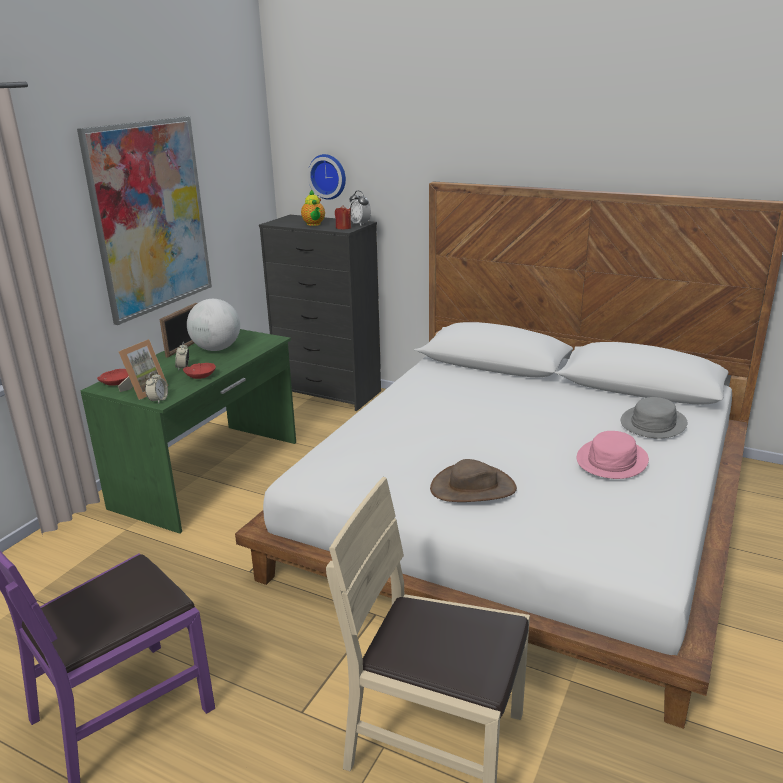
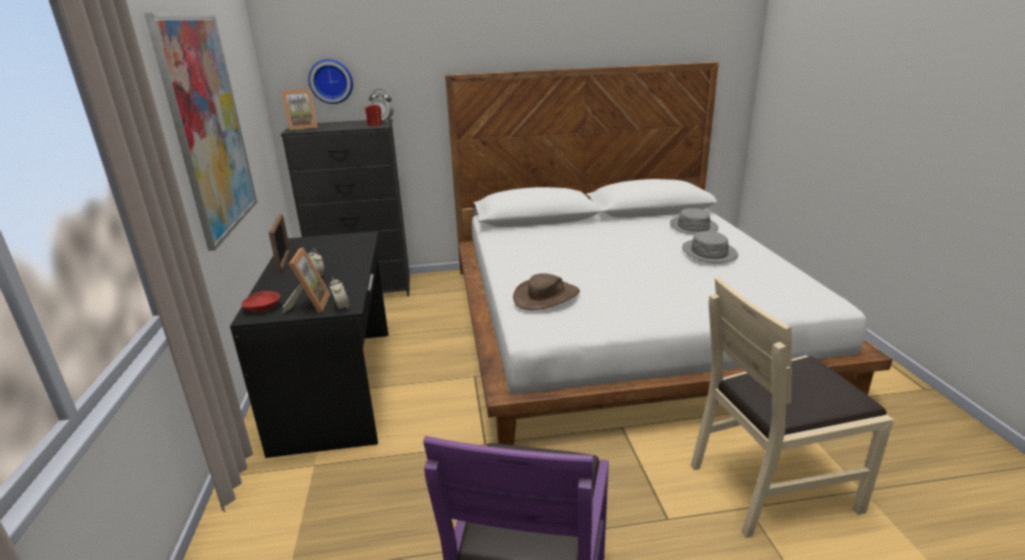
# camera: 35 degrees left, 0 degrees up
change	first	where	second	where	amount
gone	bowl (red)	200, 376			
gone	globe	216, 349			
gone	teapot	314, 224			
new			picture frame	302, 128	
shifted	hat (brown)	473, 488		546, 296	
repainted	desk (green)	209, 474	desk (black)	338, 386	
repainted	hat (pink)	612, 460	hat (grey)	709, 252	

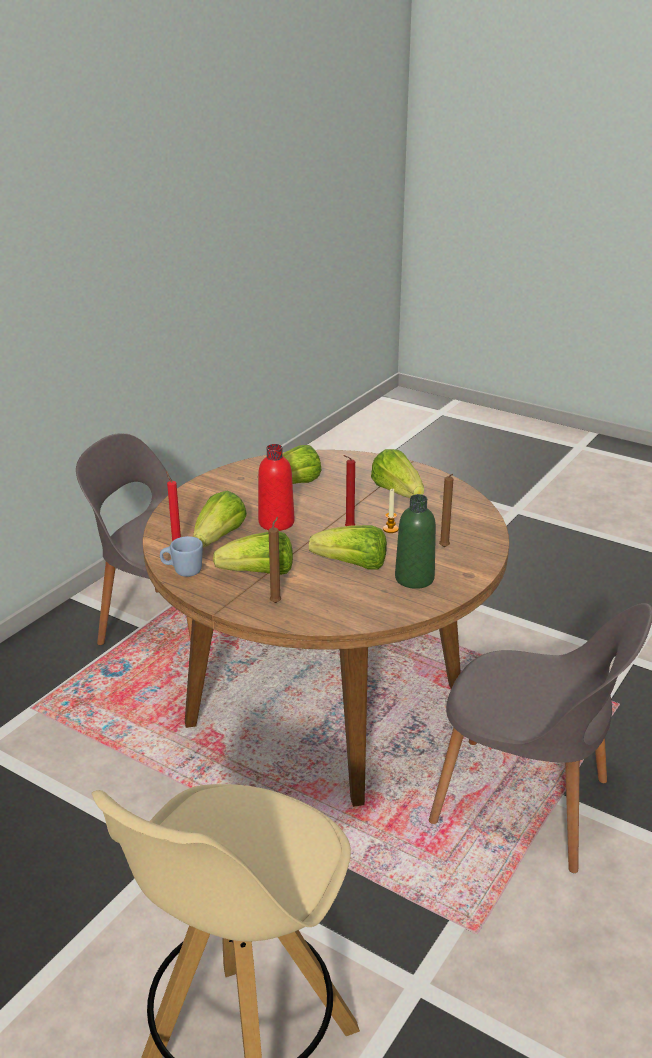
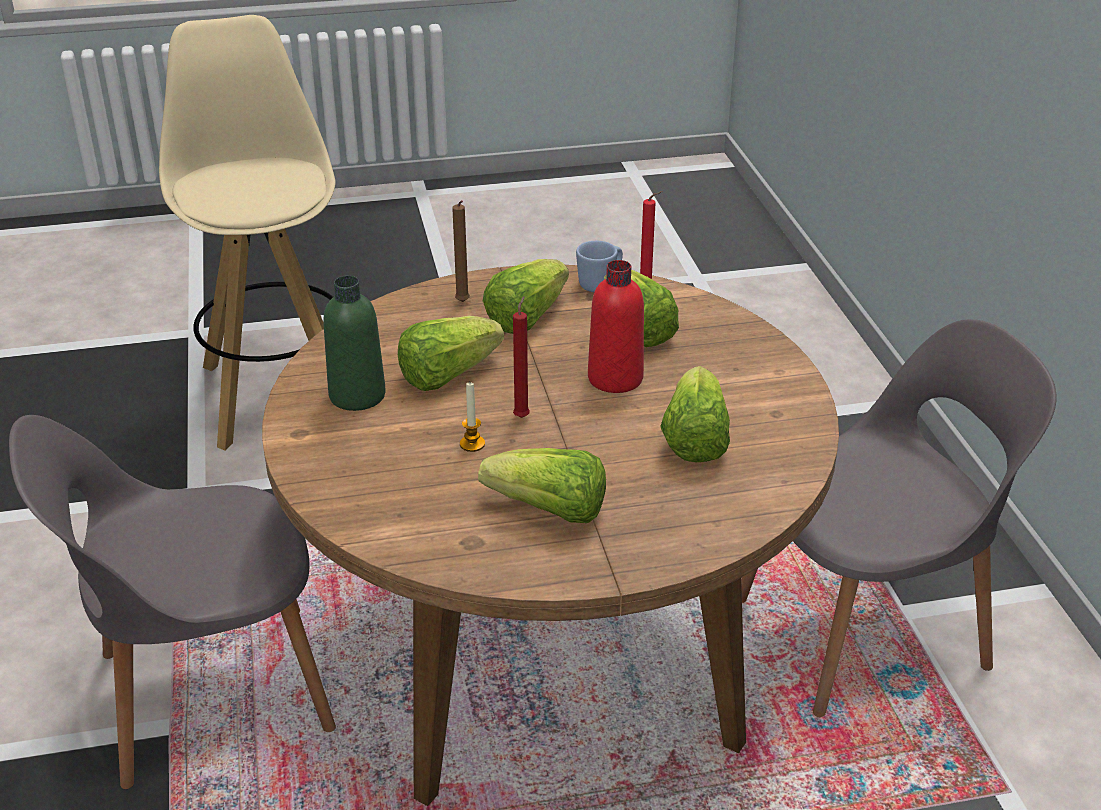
# camera: 135 degrees right, 5 degrees up
change	first	where	second	where	amount
gone	candle (brown)	444, 548			

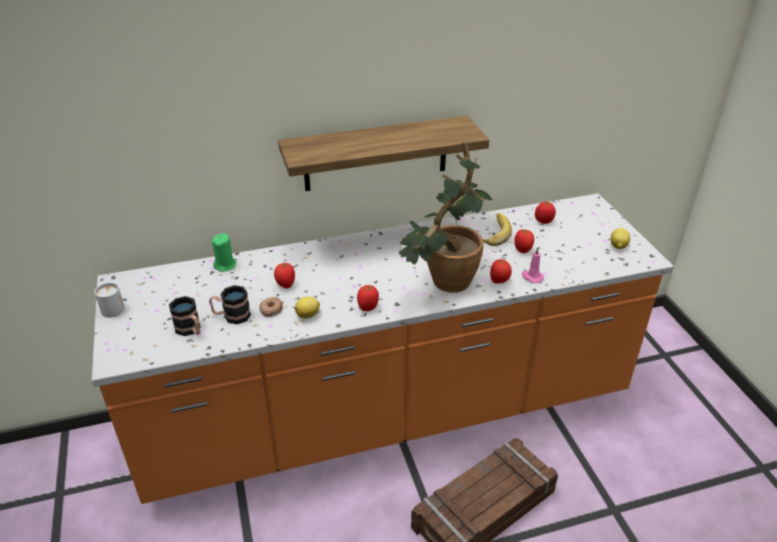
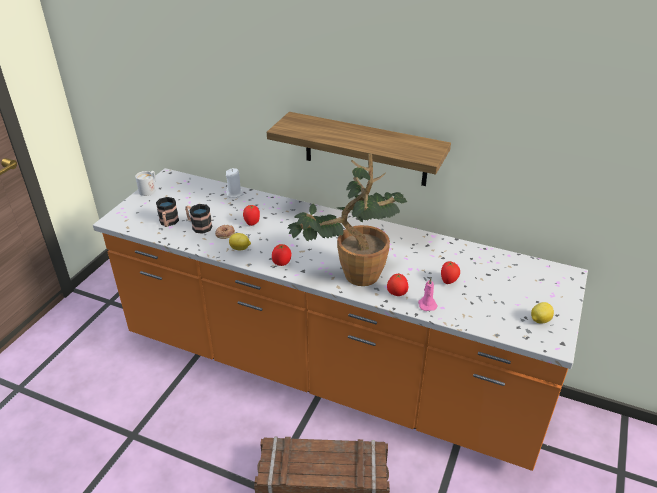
# camera: 40 degrees right, 0 degrees up
change	first	where	second	where	amount
gone	banana	493, 232			
gone	tomato	543, 221			
repainted	candle (green)	225, 265	candle (white)	235, 193	

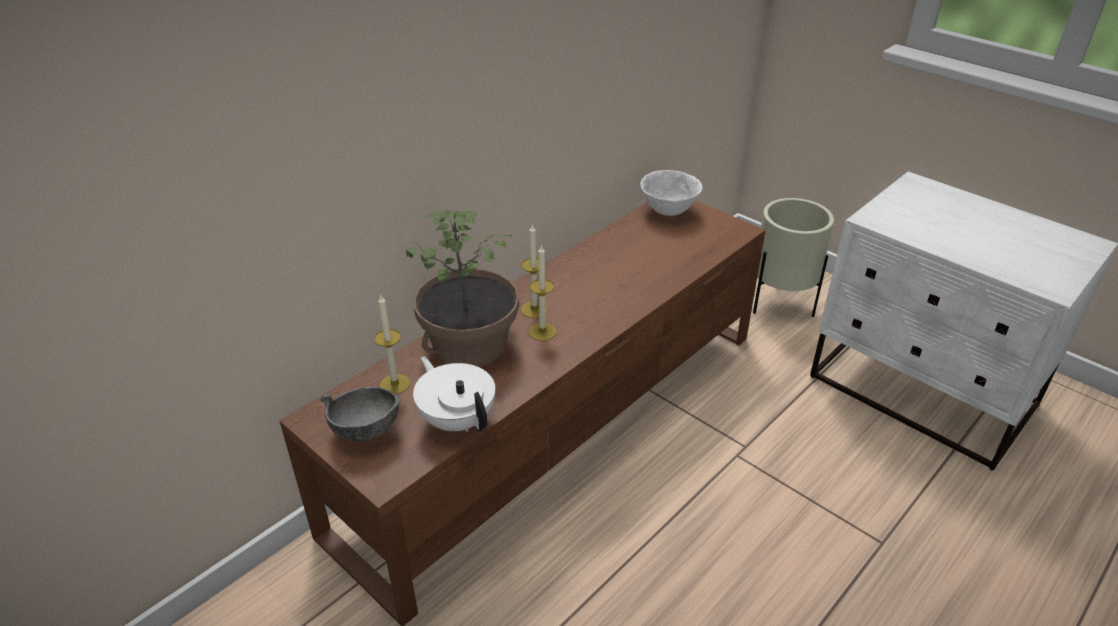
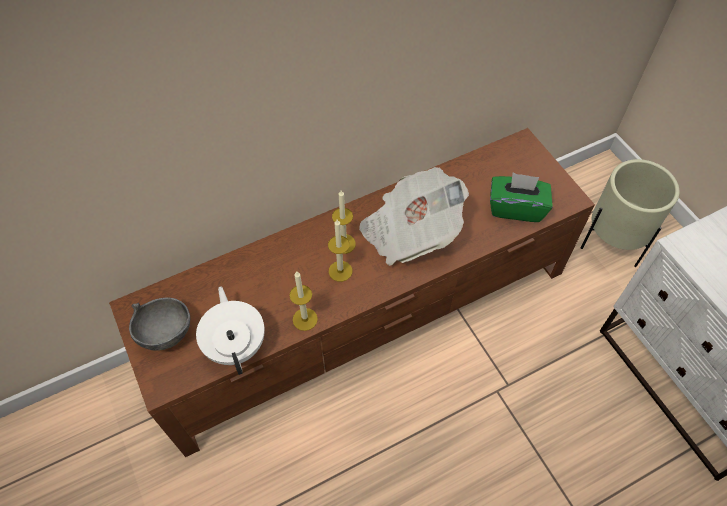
# camera: 20 degrees right, 20 degrees up
change	first	where	second	where	amount
gone	potted plant	470, 345			
gone	bowl (white)	668, 211			
new			newspaper	410, 231	
new			tissue box (green)	516, 208	
shifted	candle	395, 384		305, 319	

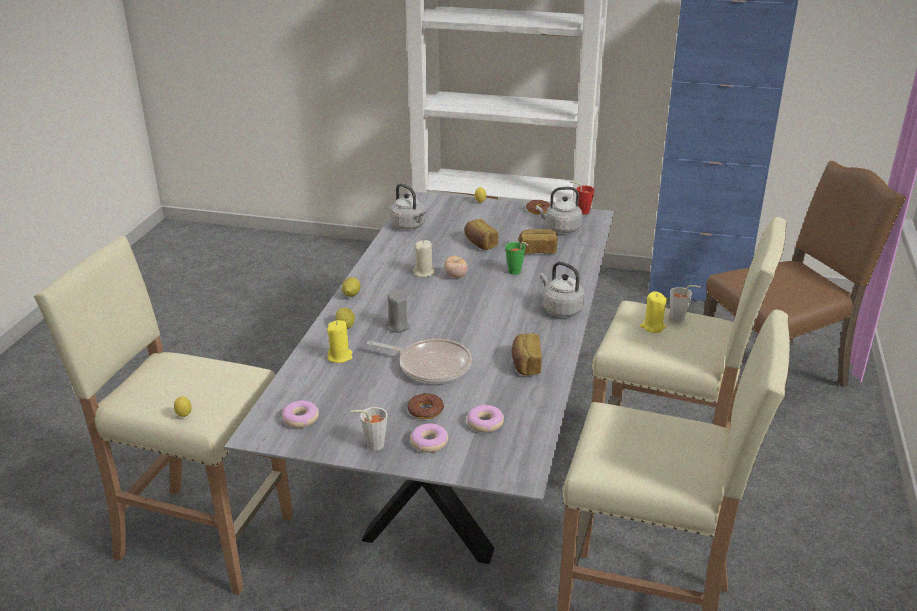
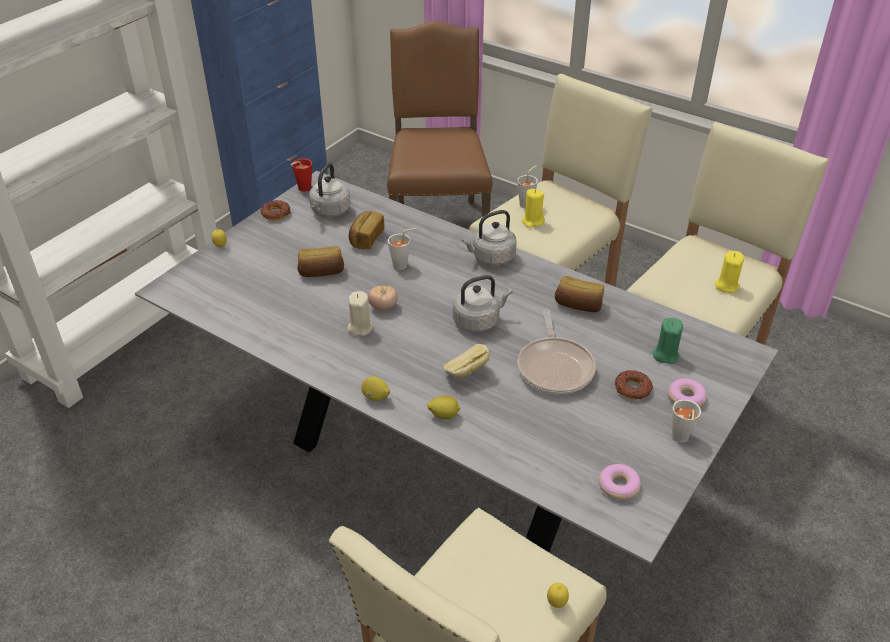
# camera: 70 degrees left, 10 degrees up
change	first	where	second	where	amount
shifted	candle (yellow)	340, 357		726, 285	
shifted	kettle (grey)	409, 226		478, 321	
swapped	candle (grey)	397, 326	bread	467, 374	
swapped	donut	485, 423	candle (green)	665, 355	
repainted	cup (green)	516, 272	cup (grey)	403, 265	
rotated	frying pan	430, 365		555, 367	135 degrees clockwise

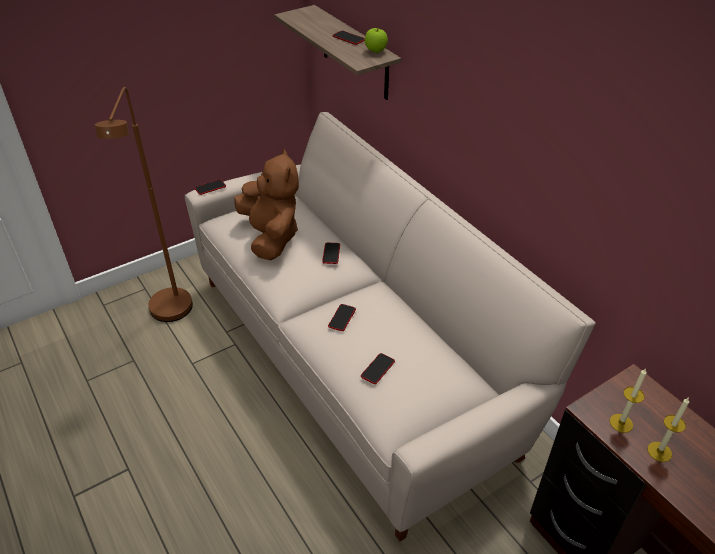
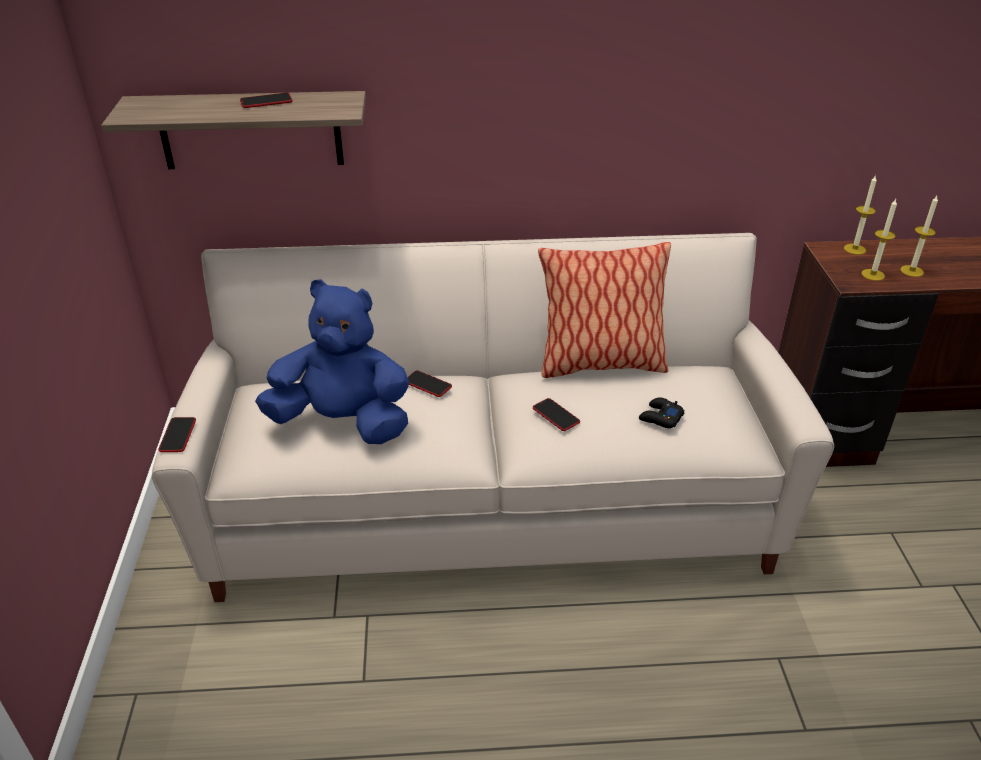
# camera: 60 degrees left, 5 degrees down
change	first	where	second	where	amount
gone	floor lamp (brown)	171, 315			
gone	apple	375, 51			
new			pillow	600, 364	
new			candle	854, 249	
swapped	phone	377, 369	game controller (black)	660, 417	
repainted	plush toy (brown)	271, 237	plush toy (blue)	343, 422	

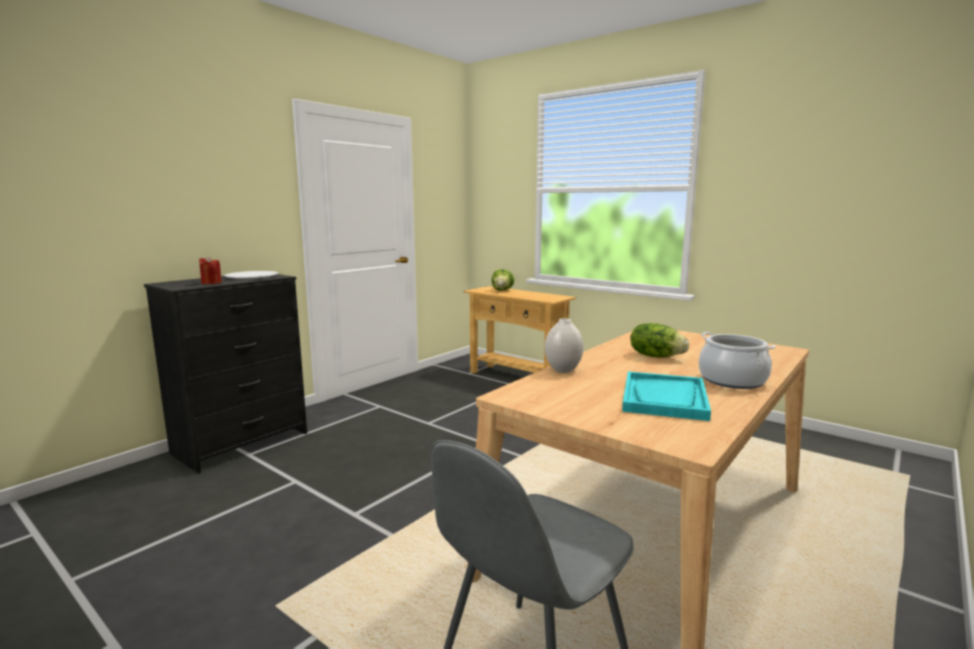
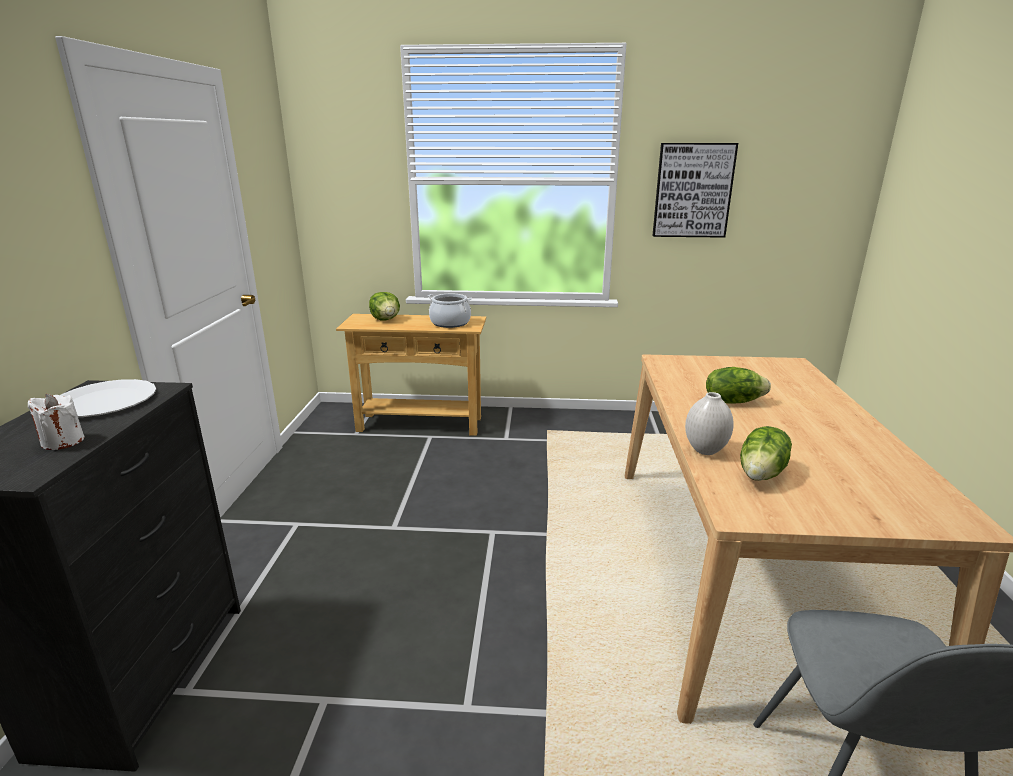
# camera: 35 degrees left, 10 degrees up
change	first	where	second	where	amount
gone	tray (turquoise)	664, 398			
new			picture	693, 190	
new			lettuce	762, 474	
shifted	cooking pot	732, 380		450, 323	
repainted	candle (red)	211, 283	candle (white)	63, 441	

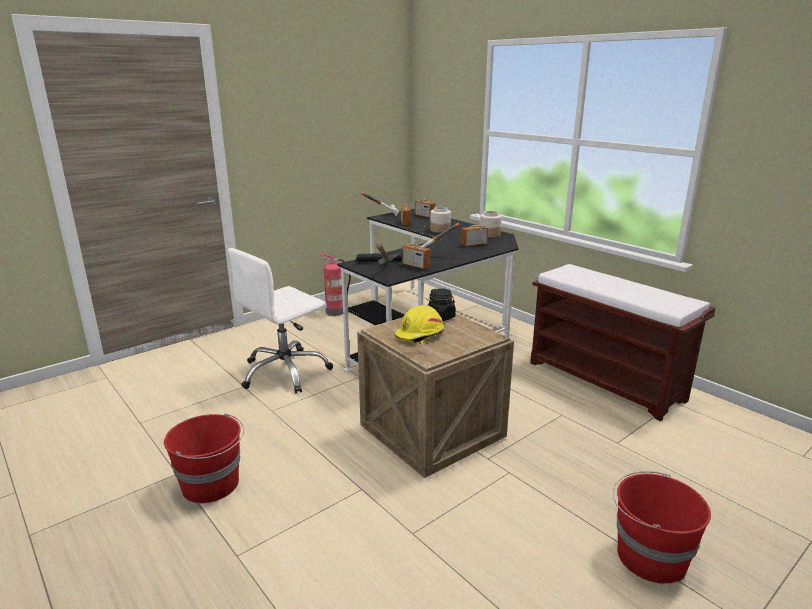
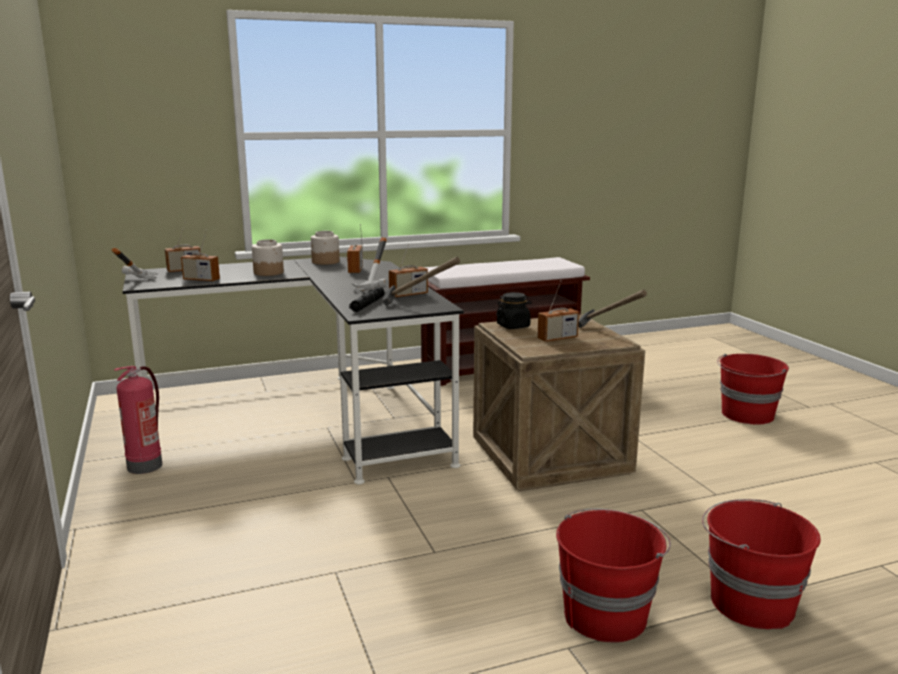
# camera: 70 degrees left, 5 degrees down
change	first	where	second	where	amount
gone	office chair (white)	285, 372			
new			hammer	608, 333	
new			bucket (red)	750, 603	
swapped	hard hat (yellow)	420, 335	radio	557, 338	

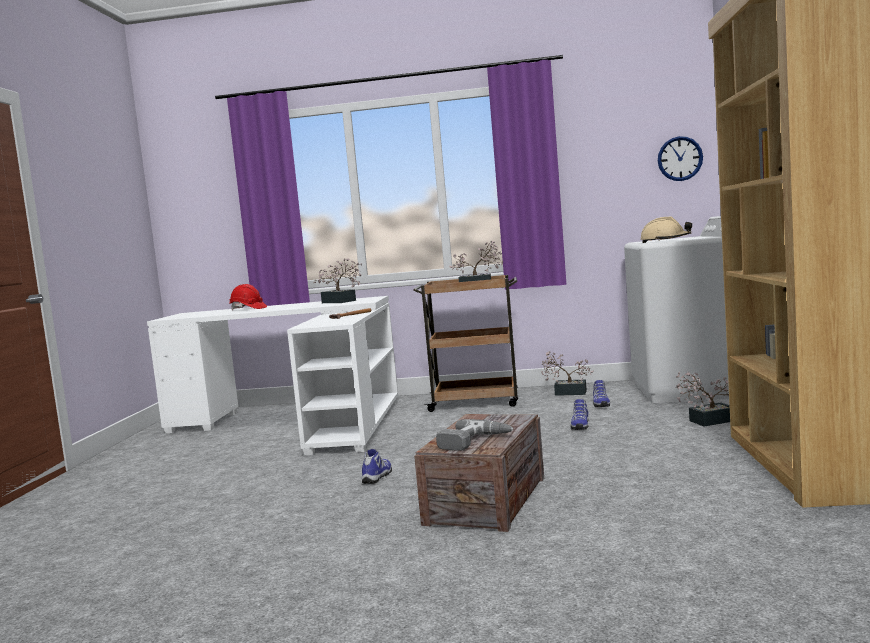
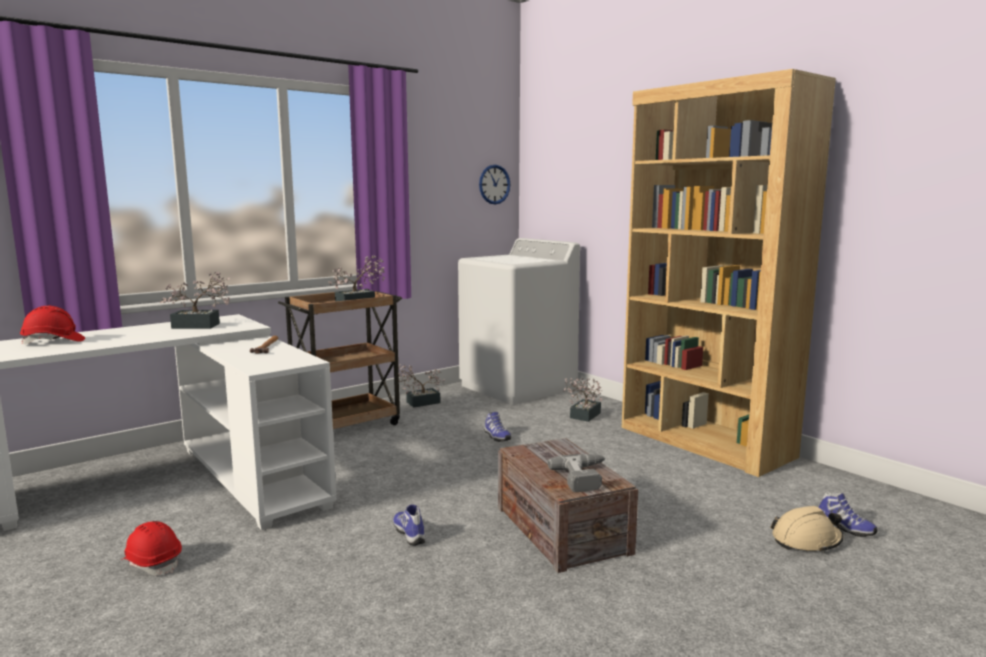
# camera: 45 degrees left, 5 degrees up
change	first	where	second	where	amount
new			hard hat (red)	152, 563	
shifted	shoe	600, 404		844, 527	
shifted	hard hat (beige)	665, 241		806, 540	

